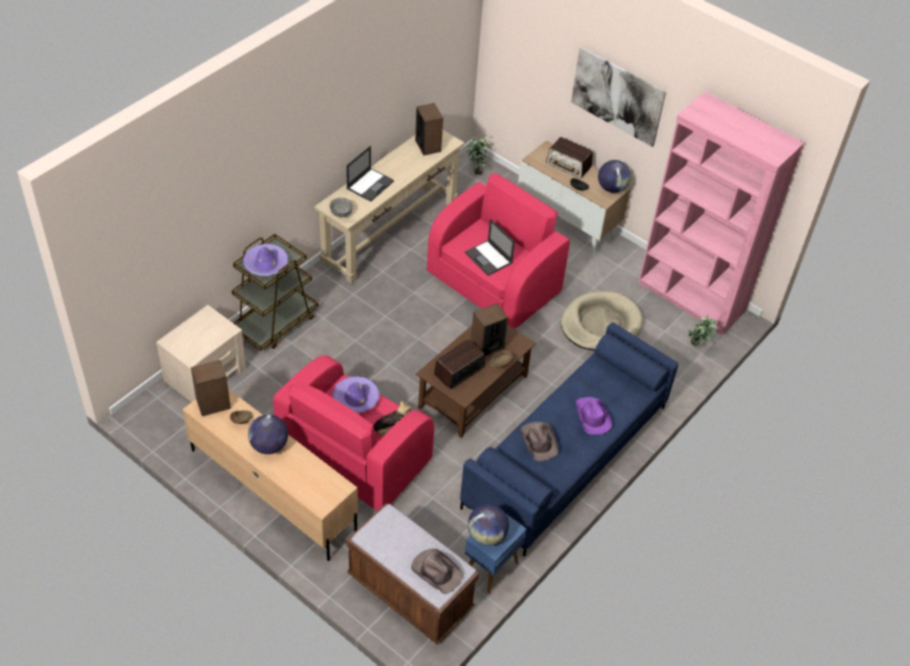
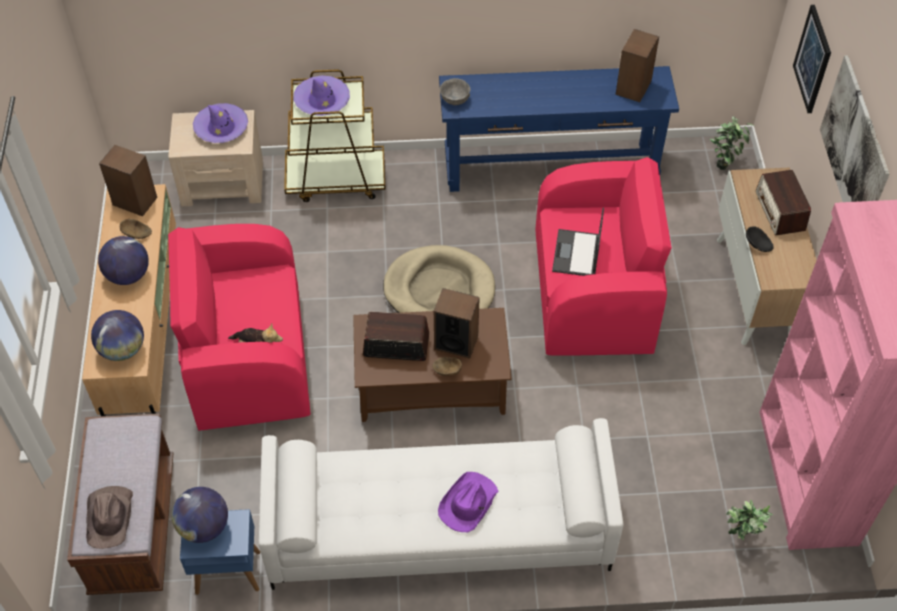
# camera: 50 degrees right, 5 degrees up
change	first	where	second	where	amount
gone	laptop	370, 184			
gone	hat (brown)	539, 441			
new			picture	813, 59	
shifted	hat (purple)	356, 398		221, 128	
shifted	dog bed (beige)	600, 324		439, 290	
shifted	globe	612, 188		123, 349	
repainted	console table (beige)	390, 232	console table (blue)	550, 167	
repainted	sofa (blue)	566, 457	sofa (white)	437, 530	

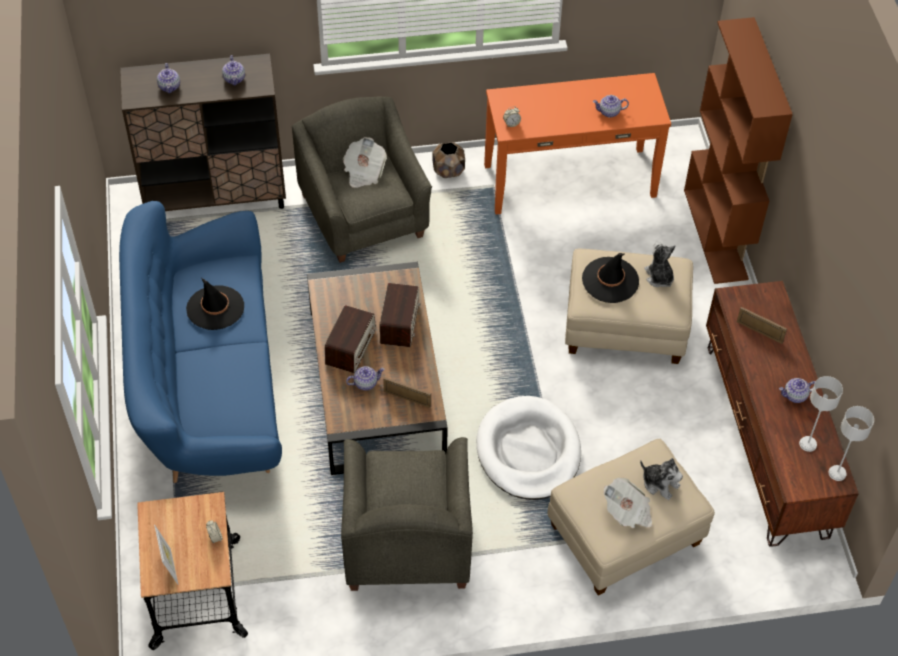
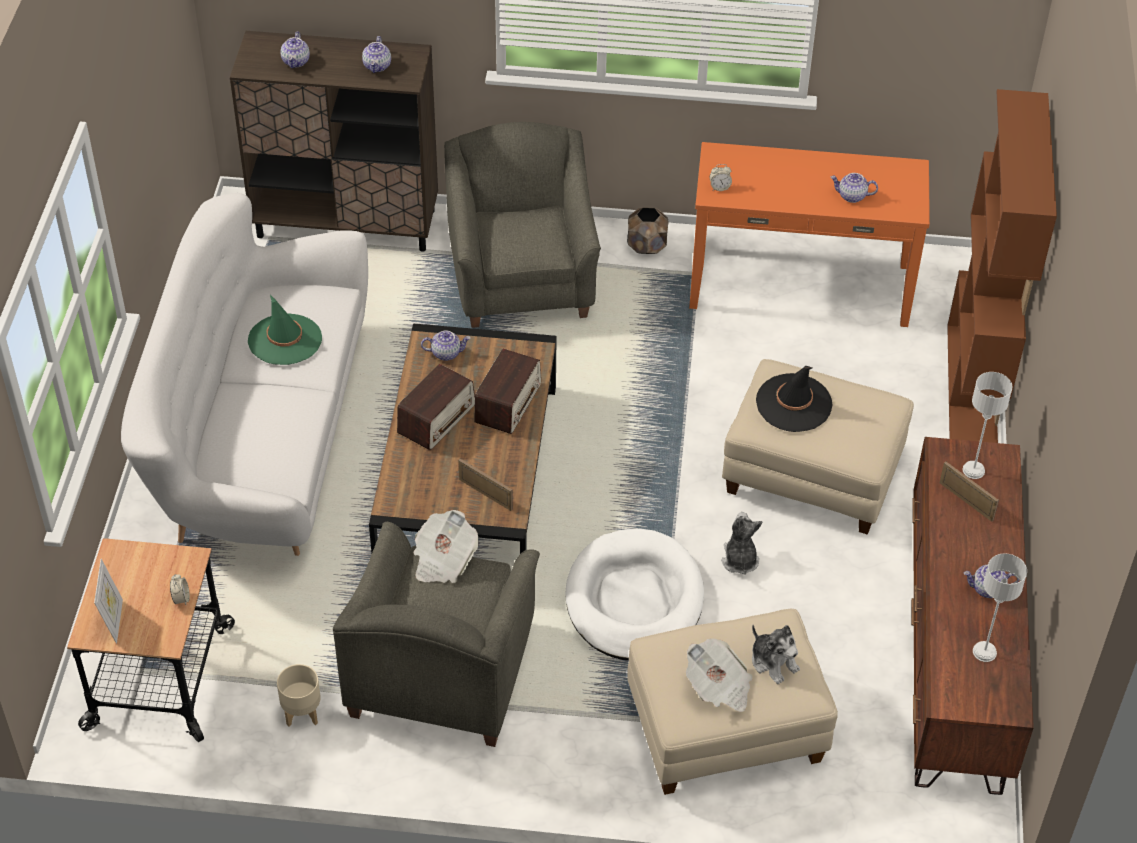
# camera: 15 degrees right, 5 degrees down
change	first	where	second	where	amount
new			planter (beige)	301, 713	
shifted	newspaper	364, 172		443, 560	
shifted	teapot	365, 383		446, 353	
shifted	plush toy	659, 277		739, 560	
shifted	table lamp (grey)	837, 473		974, 470	
repainted	sofa (blue)	209, 385	sofa (white)	260, 439	
repainted	hat (black)	215, 308	hat (green)	285, 340	

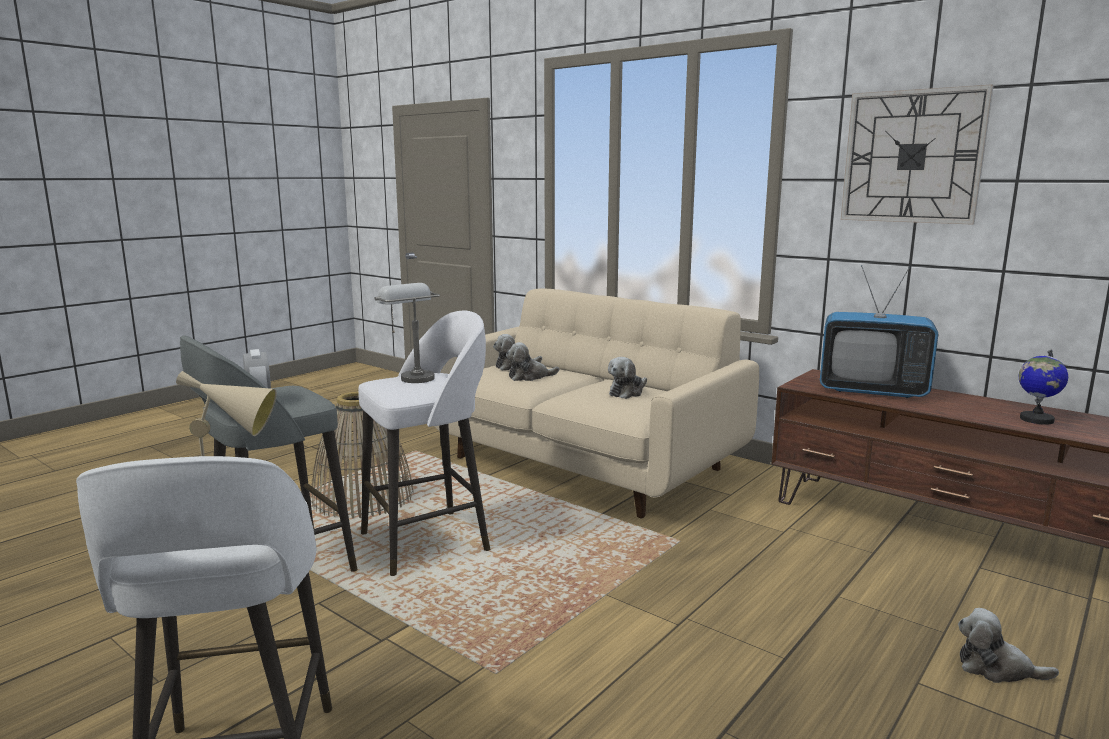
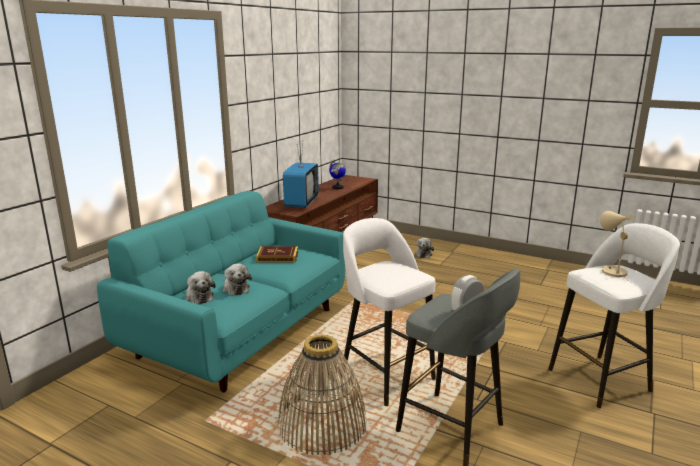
# camera: 100 degrees left, 5 degrees up
change	first	where	second	where	amount
gone	table lamp (grey)	411, 376			
gone	wall clock	912, 157			
swapped	plush toy	627, 392	book	277, 257	
repainted	sofa (beige)	585, 463	sofa (turquoise)	241, 332	

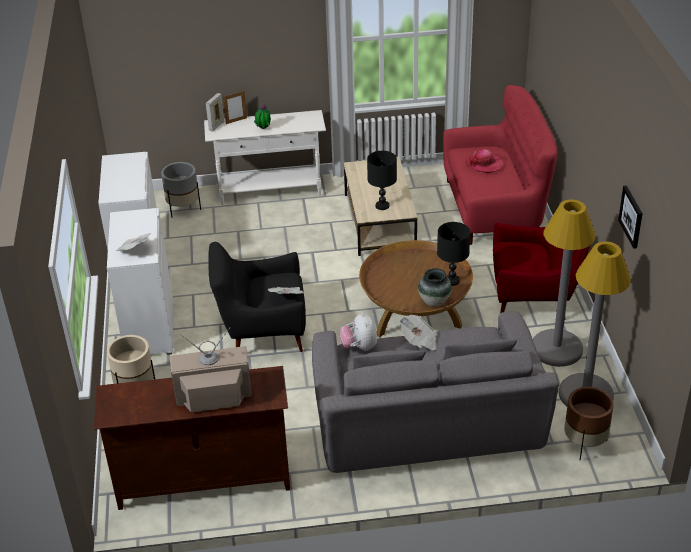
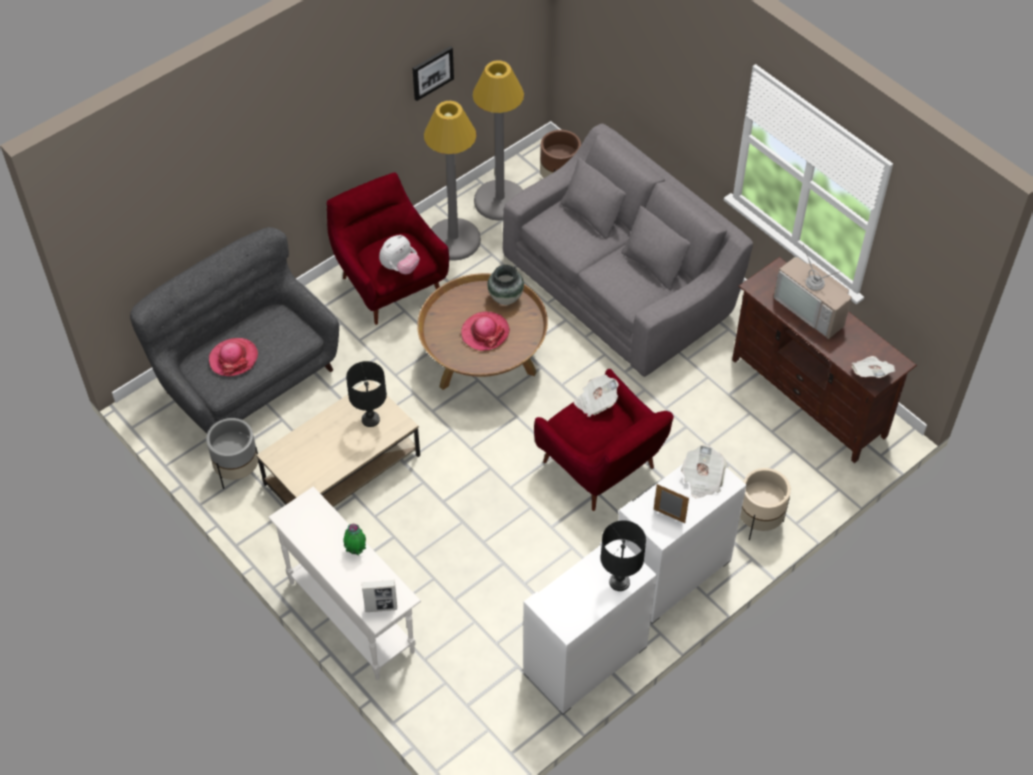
# camera: 125 degrees left, 15 degrees up
change	first	where	second	where	amount
new			hat	485, 332	
shifted	planter (grey)	183, 209		238, 471	
shifted	picture frame	236, 121		669, 516	
shifted	plush toy	359, 347		400, 267	
shifted	newspaper	419, 341		871, 374	
shifted	table lamp (black)	452, 281		620, 581	
repainted	armchair (black)	262, 332	armchair (red)	602, 468	
repainted	sofa (red)	495, 208	sofa (grey)	247, 377	

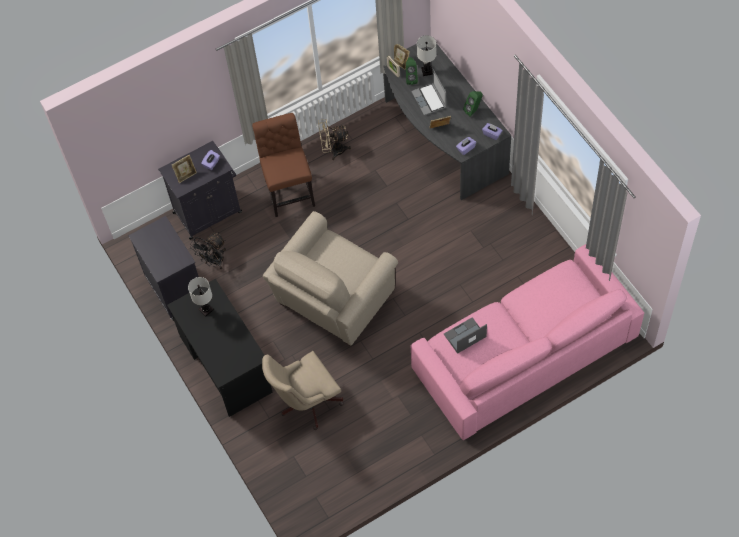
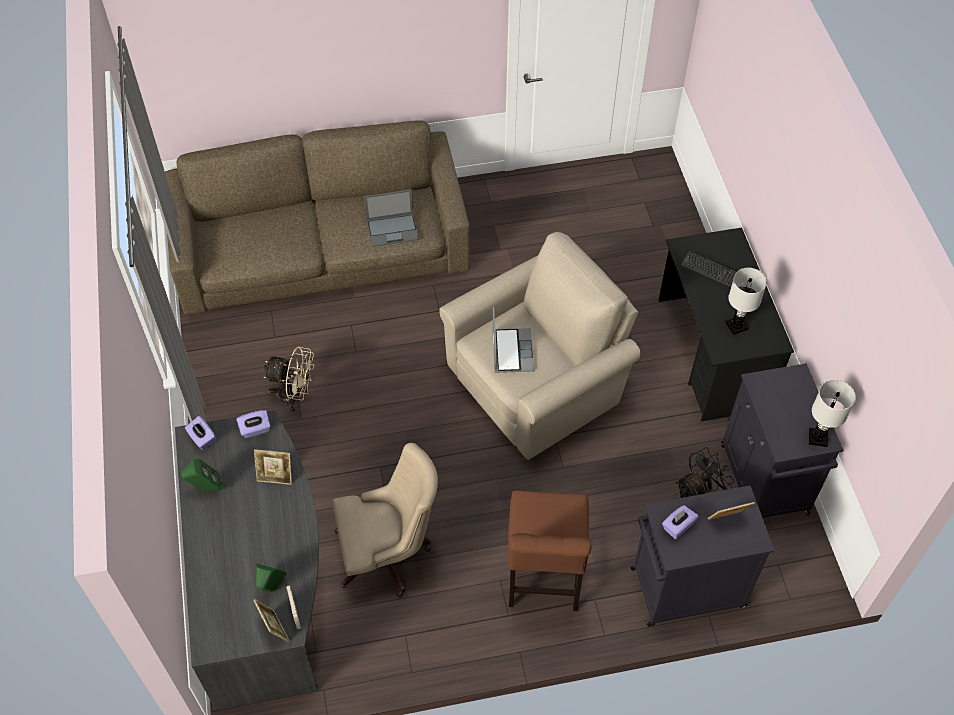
# camera: 165 degrees left, 5 degrees down
change	first	where	second	where	amount
new			keyboard	715, 272	
shifted	office chair (beige)	306, 402		388, 555	
shifted	fan (beige)	333, 150		295, 396	
shifted	laptop	429, 100		511, 351	
shifted	table lamp (white)	427, 71		817, 437	
repainted	sofa (pink)	524, 352	sofa (brown)	321, 248	

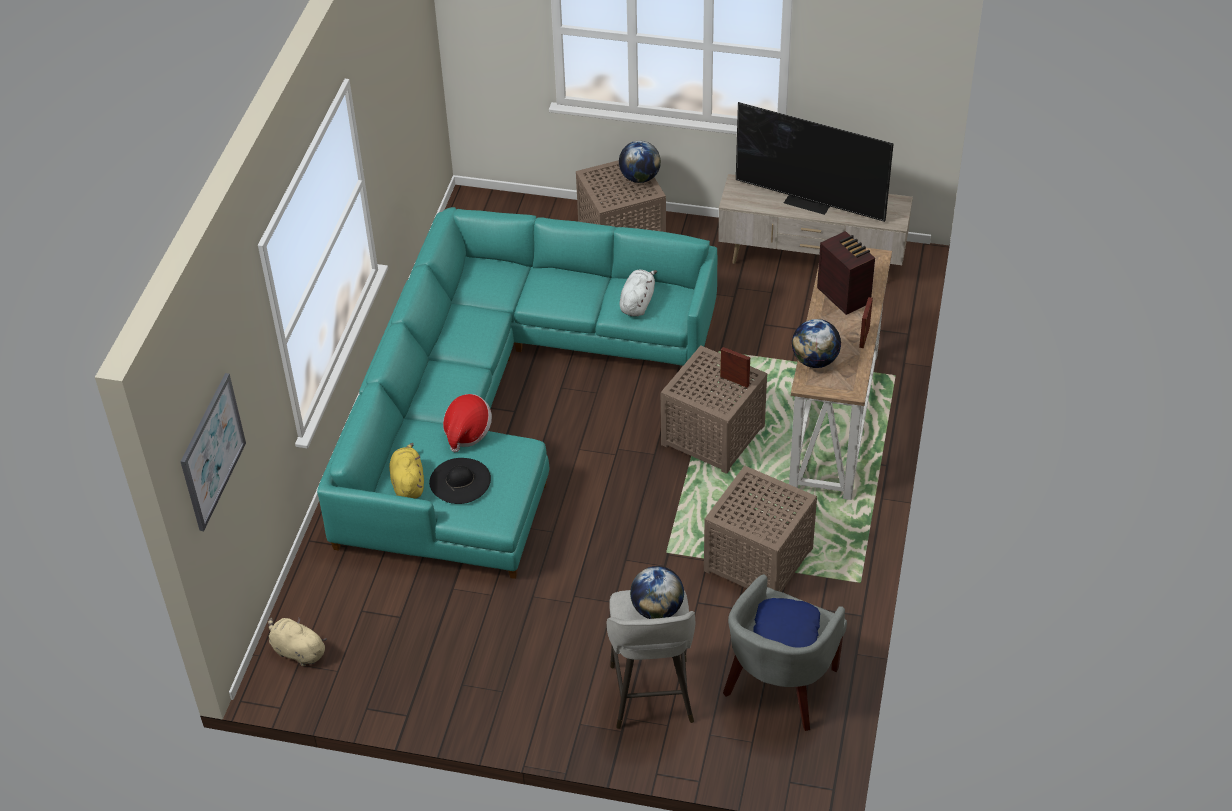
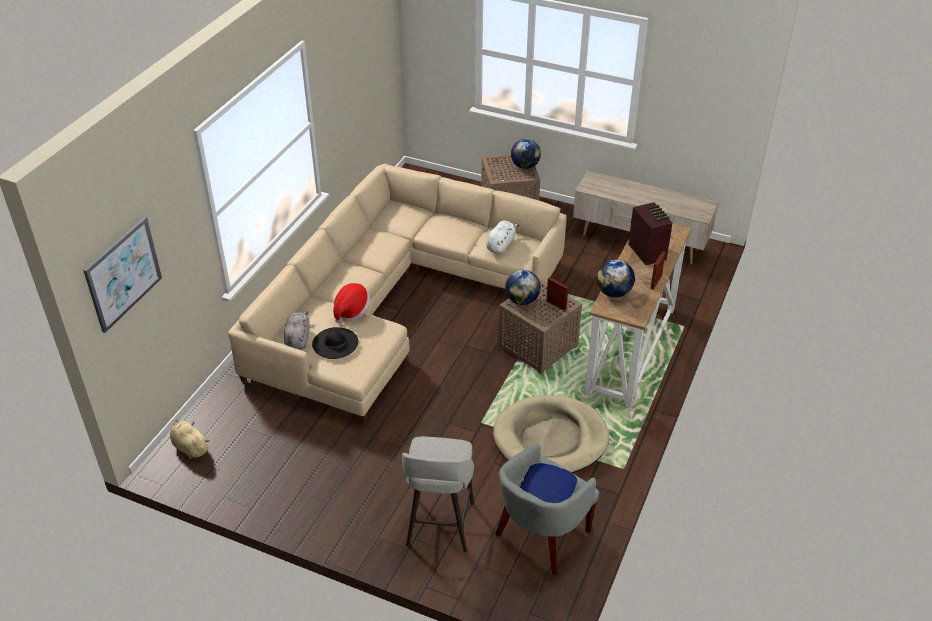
# camera: 10 degrees right, 5 degrees down
change	first	where	second	where	amount
gone	television	809, 201			
shifted	globe	657, 609		522, 300	
swapped	side table (brown)	760, 559	dog bed (beige)	550, 439	
repainted	sofa (turquoise)	499, 401	sofa (beige)	391, 301	
repainted	plush toy (yellow)	408, 483	plush toy (grey)	298, 339	

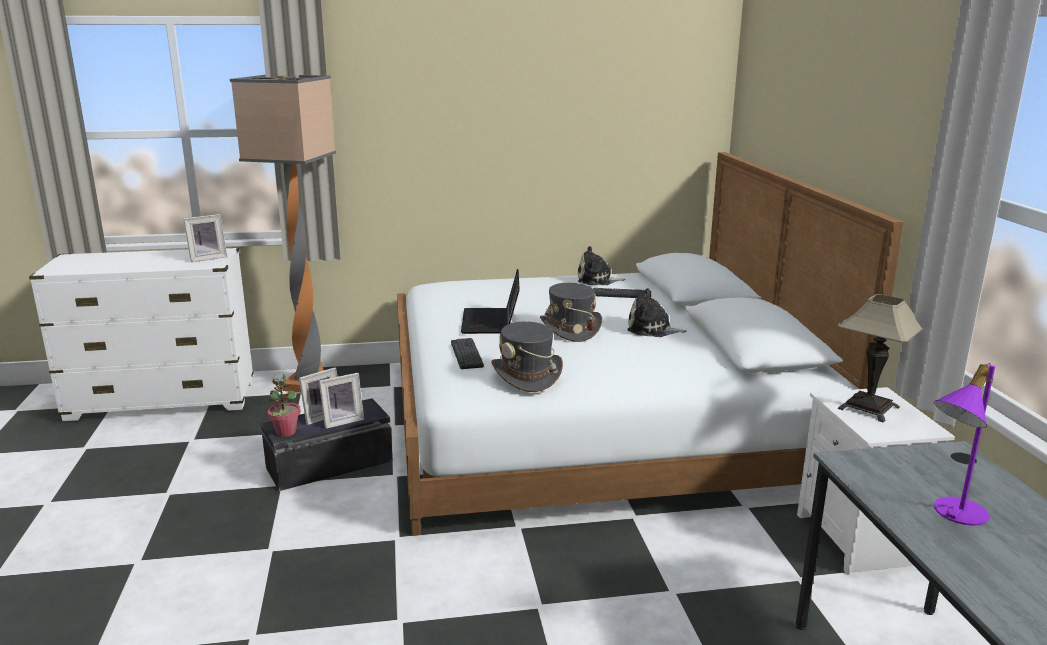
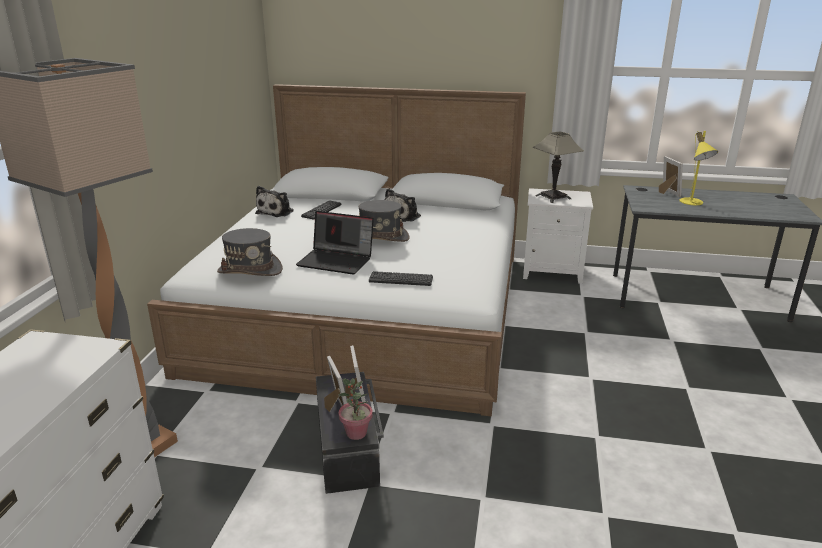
# camera: 70 degrees left, 5 degrees up
change	first	where	second	where	amount
shifted	picture frame	207, 258		667, 193	
shifted	hat (grey)	527, 375		250, 270	
repainted	table lamp (purple)	952, 513	table lamp (yellow)	692, 203	

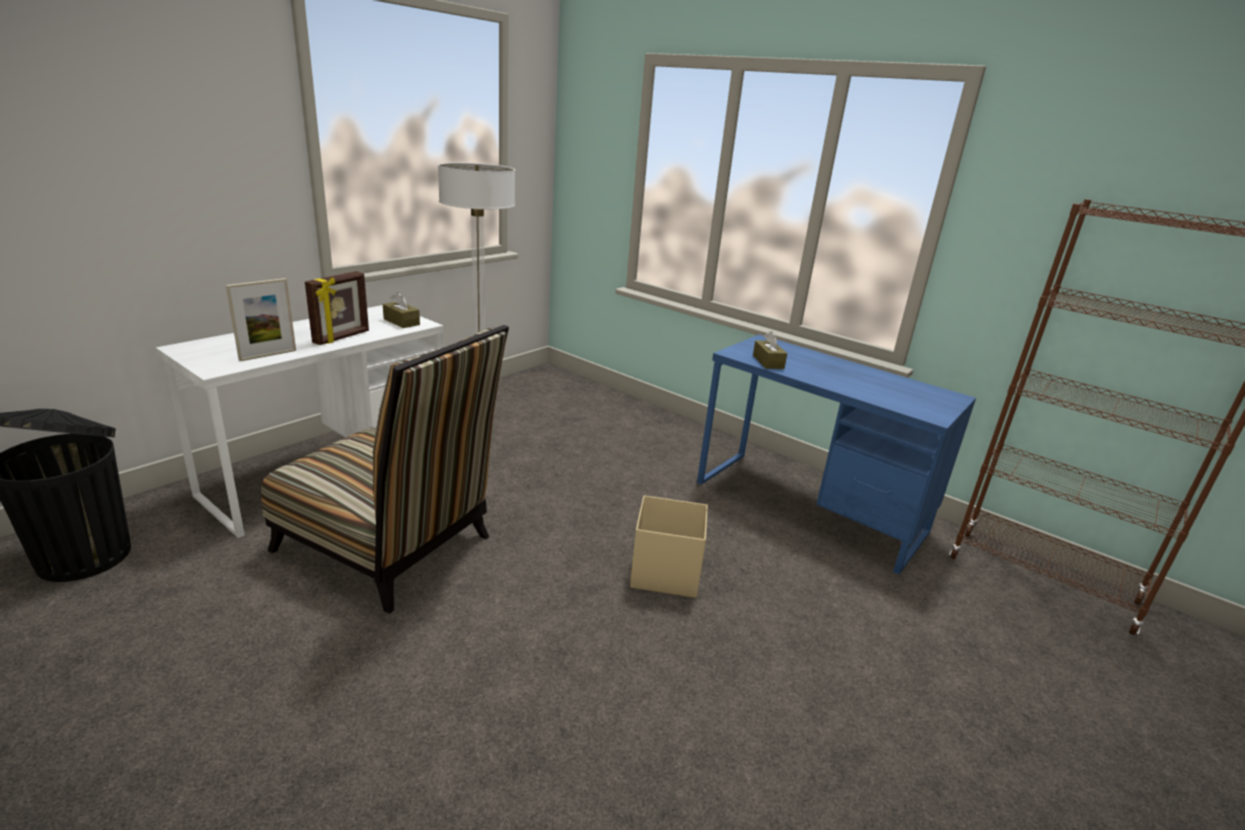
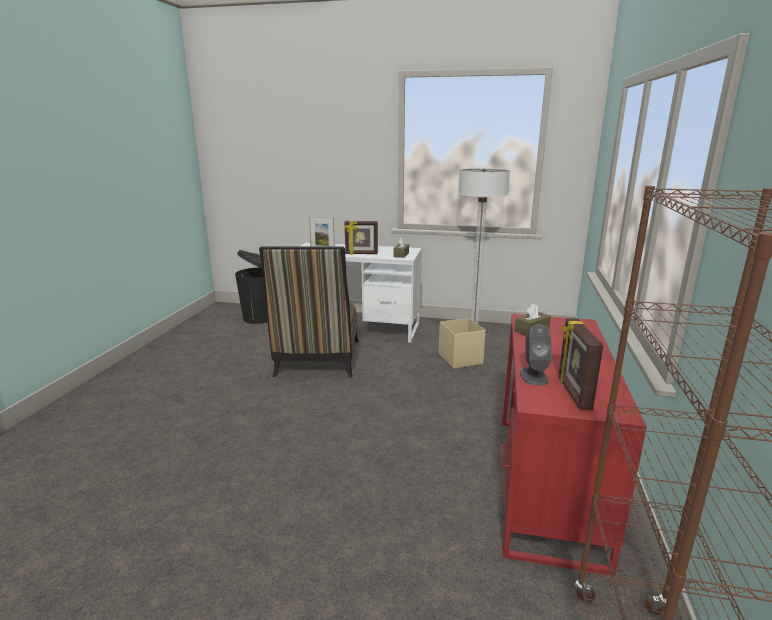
# camera: 65 degrees right, 5 degrees down
change	first	where	second	where	amount
new			speaker (grey)	533, 376	
new			picture frame	573, 393	
shifted	storage box (beige)	664, 573		460, 359	
repainted	desk (blue)	809, 507	desk (red)	546, 484	

